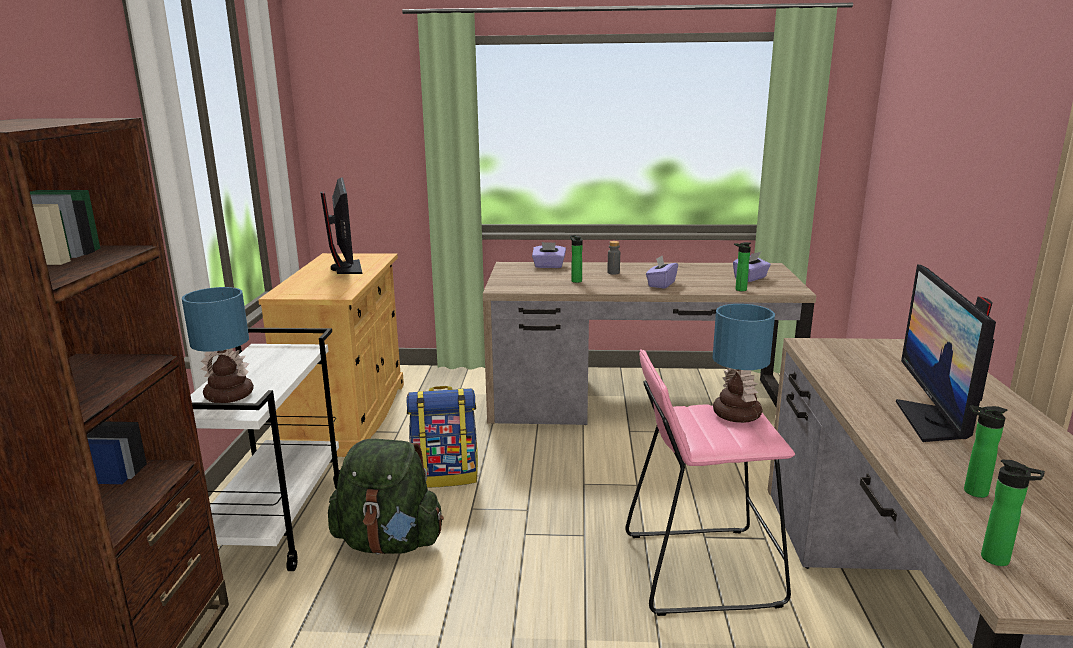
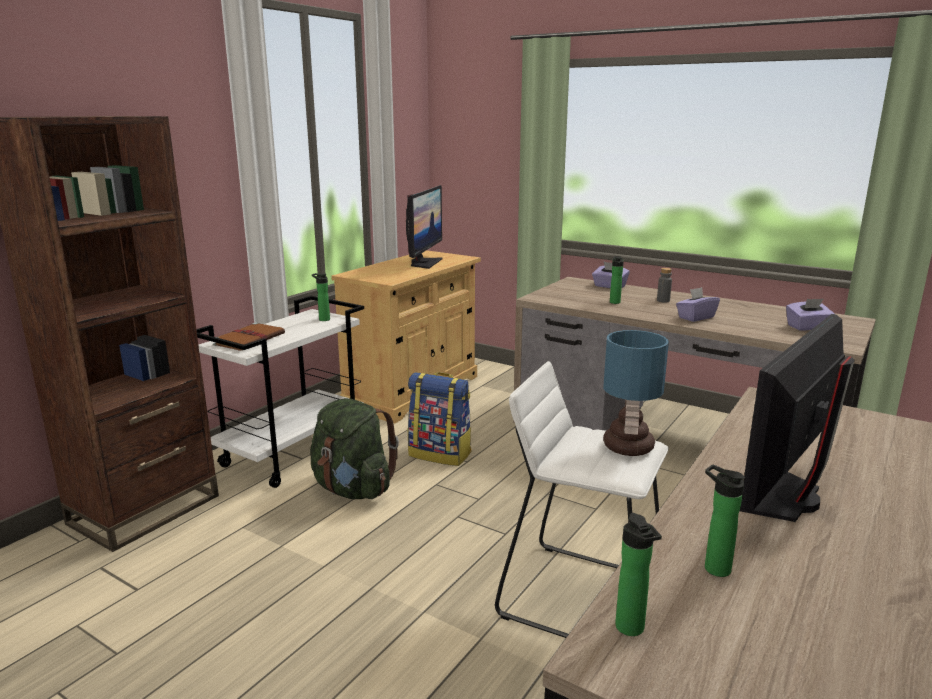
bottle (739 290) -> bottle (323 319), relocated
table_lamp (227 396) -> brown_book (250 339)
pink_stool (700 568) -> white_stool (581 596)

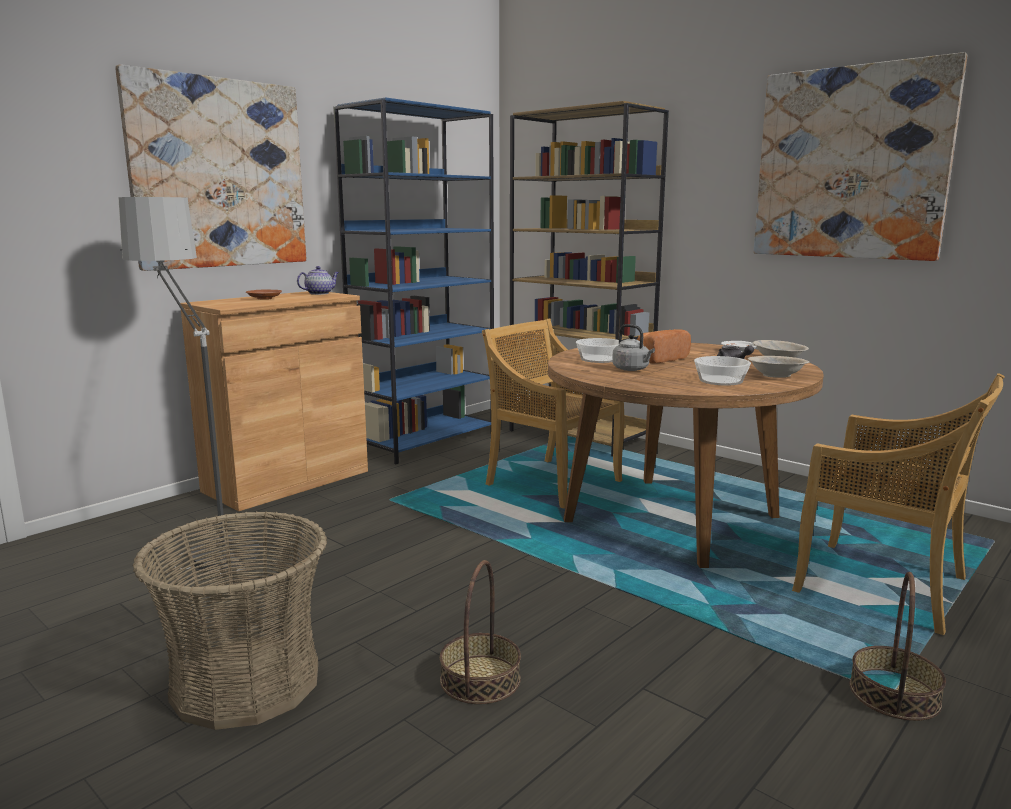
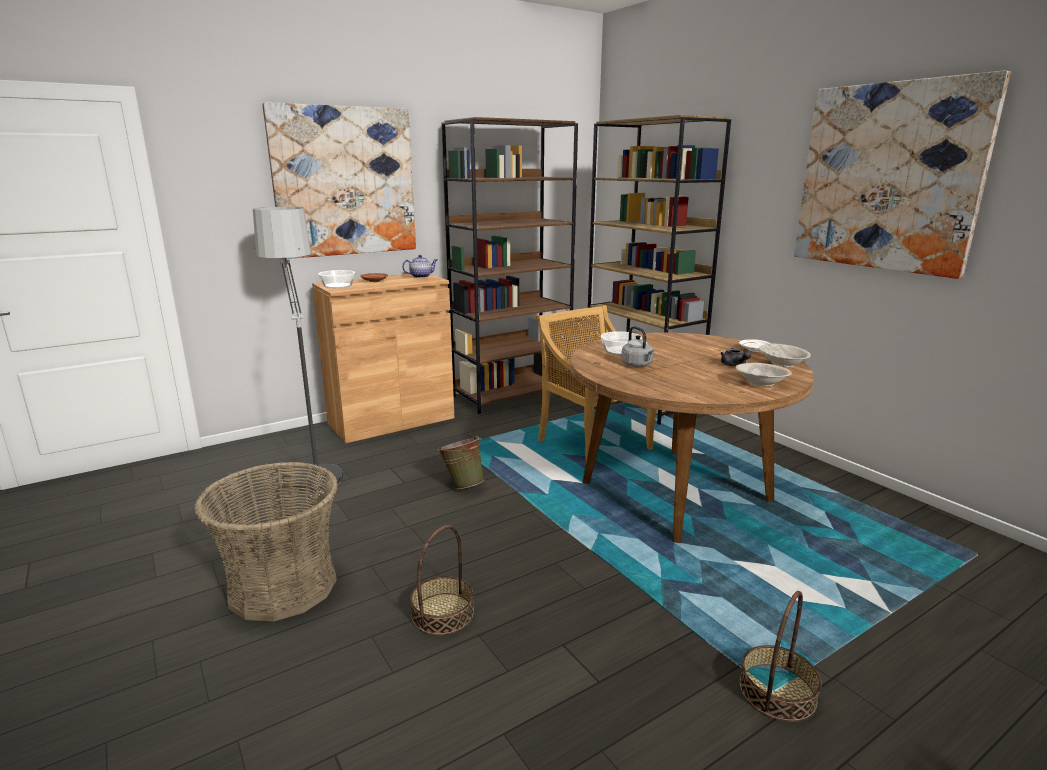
blue_bookcase (425 441) -> brown_bookcase (512 394)
bread (659 359) -> none
bowl (721 380) -> bowl (338 285), relocated
beige_chair (884 586) -> none
none -> green_bucket (463 485)

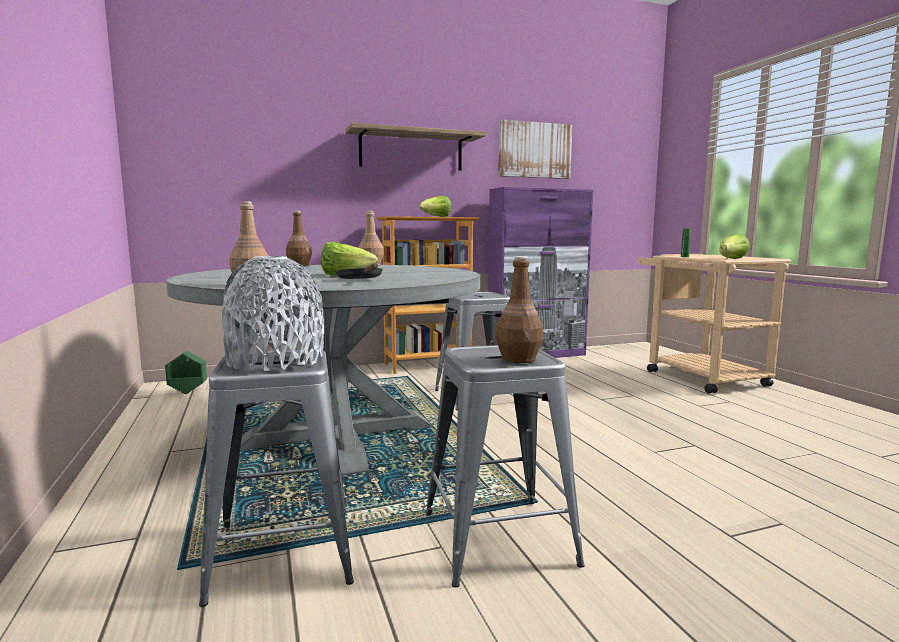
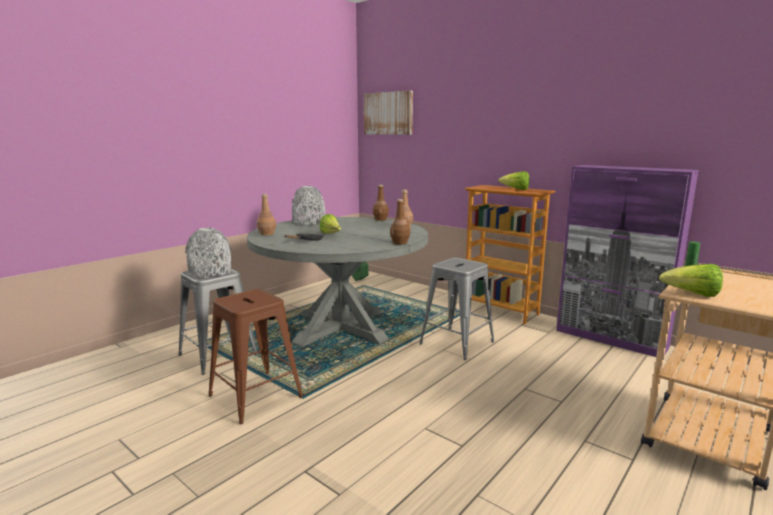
picture (534 150) -> picture (388 113), relocated
shelf (411 151) -> none
brown_bottle (519 359) -> brown_bottle (400 242), relocated
grey_stool (498 538) -> brown_stool (255 396)
none -> grey_vase (309 221)

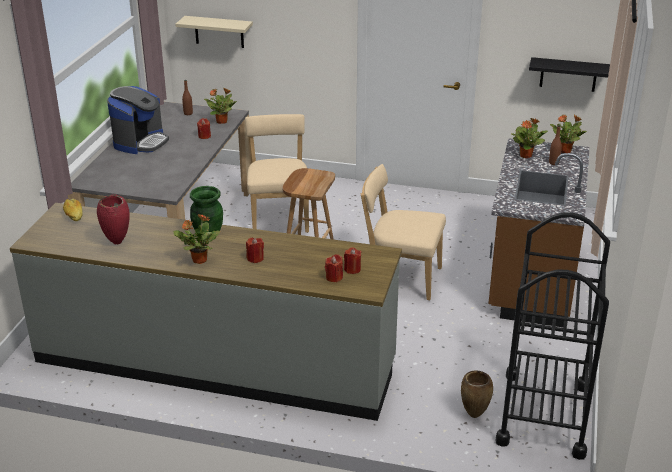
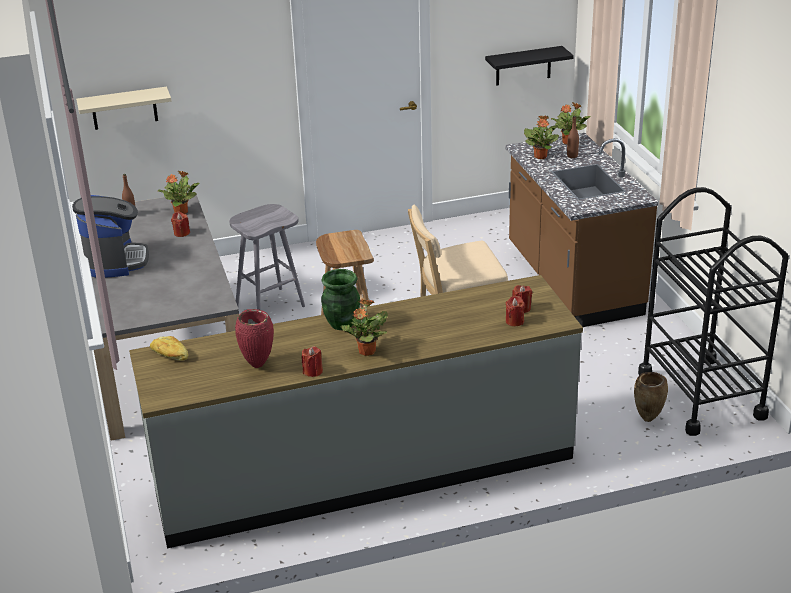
beige_chair (279 217) -> grey_stool (270 305)
red_candle (255 258) -> red_candle (313 371), relocated

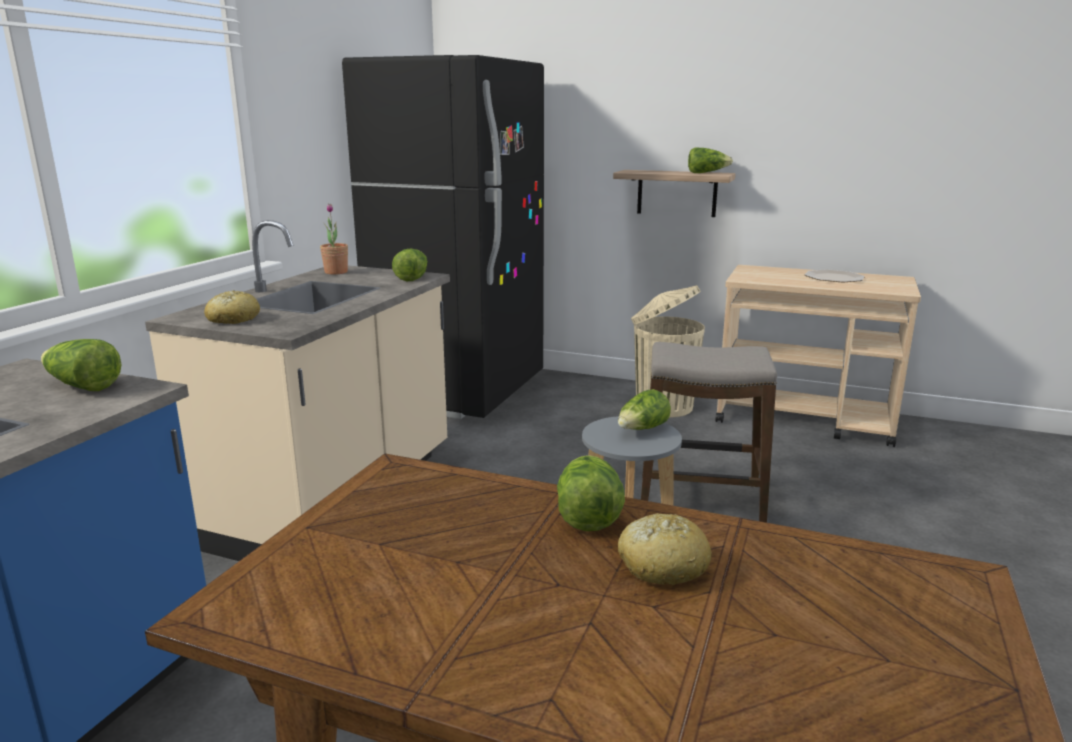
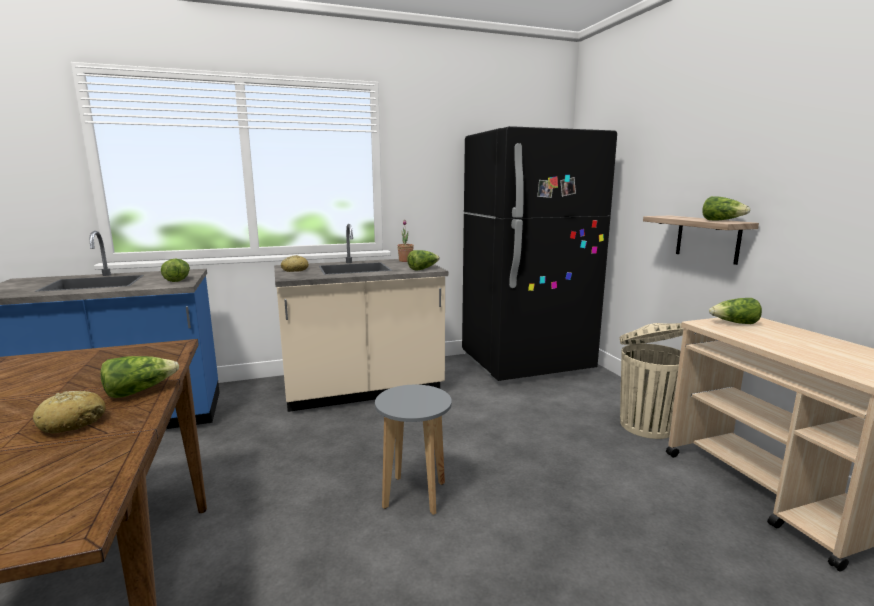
plate (833 278) -> none
stool (700 500) -> none
lettuce (642 429) -> lettuce (734 323), relocated

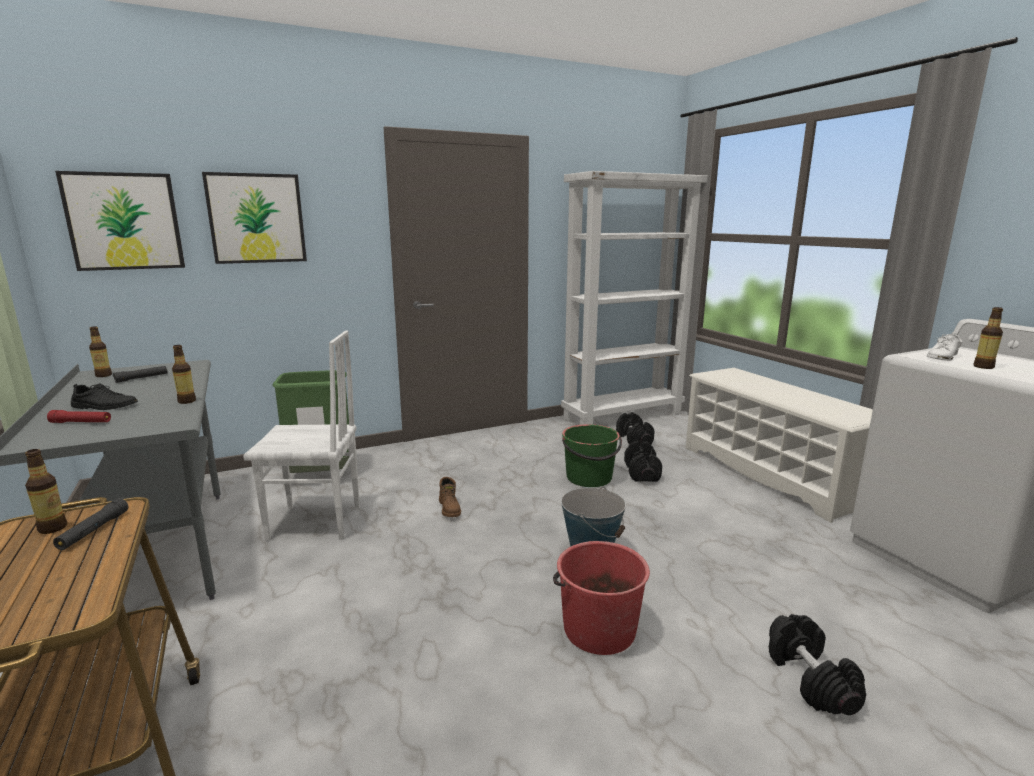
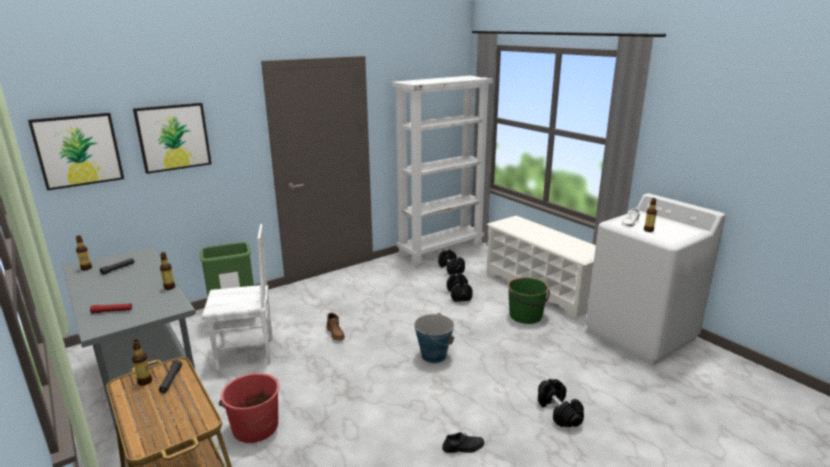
black_shoe (104 406) -> black_shoe (463 447), relocated
green_bucket (589 478) -> green_bucket (526 316), relocated
red_bucket (598 629) -> red_bucket (255 427), relocated

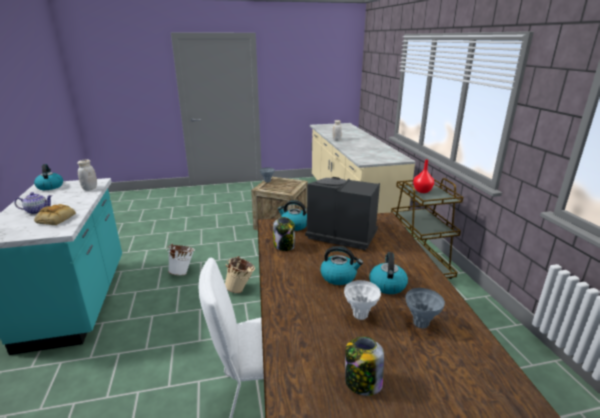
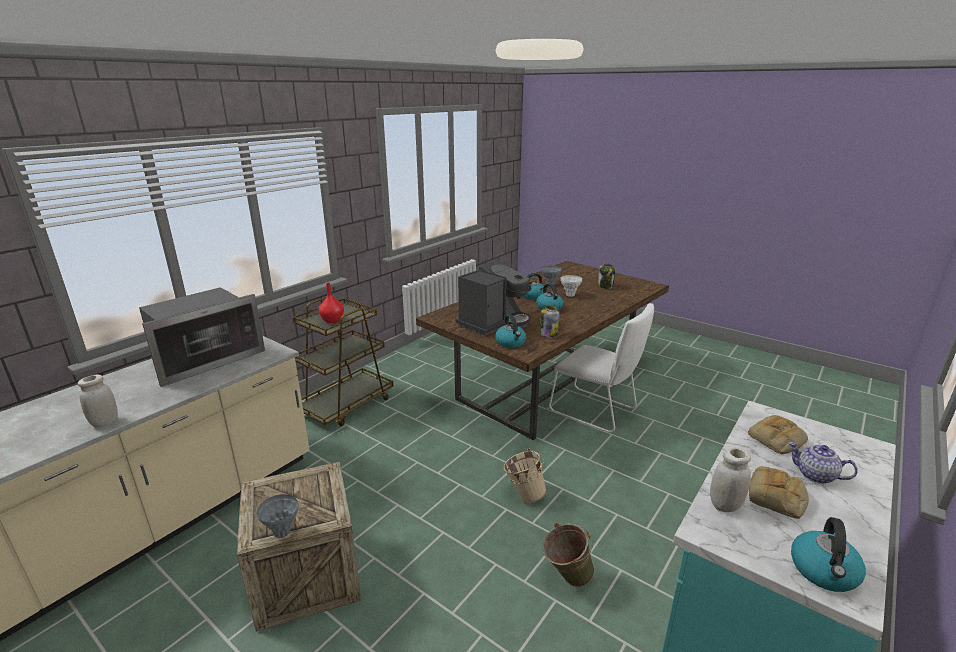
coffee_machine (340 234) -> coffee_machine (494 322), 120 degrees counterclockwise
white_bucket (183 272) -> green_bucket (566 578)
none -> microwave (205 359)
none -> bread (777 497)

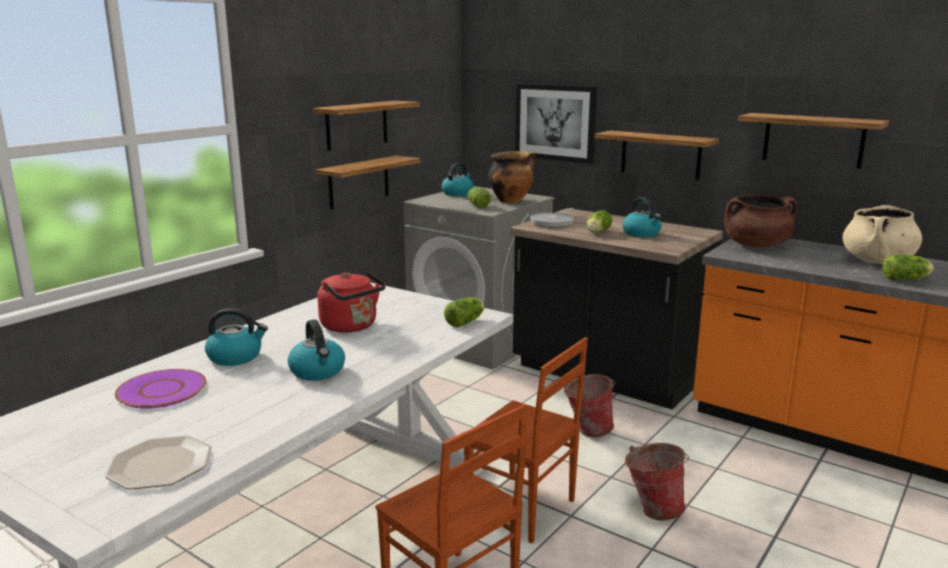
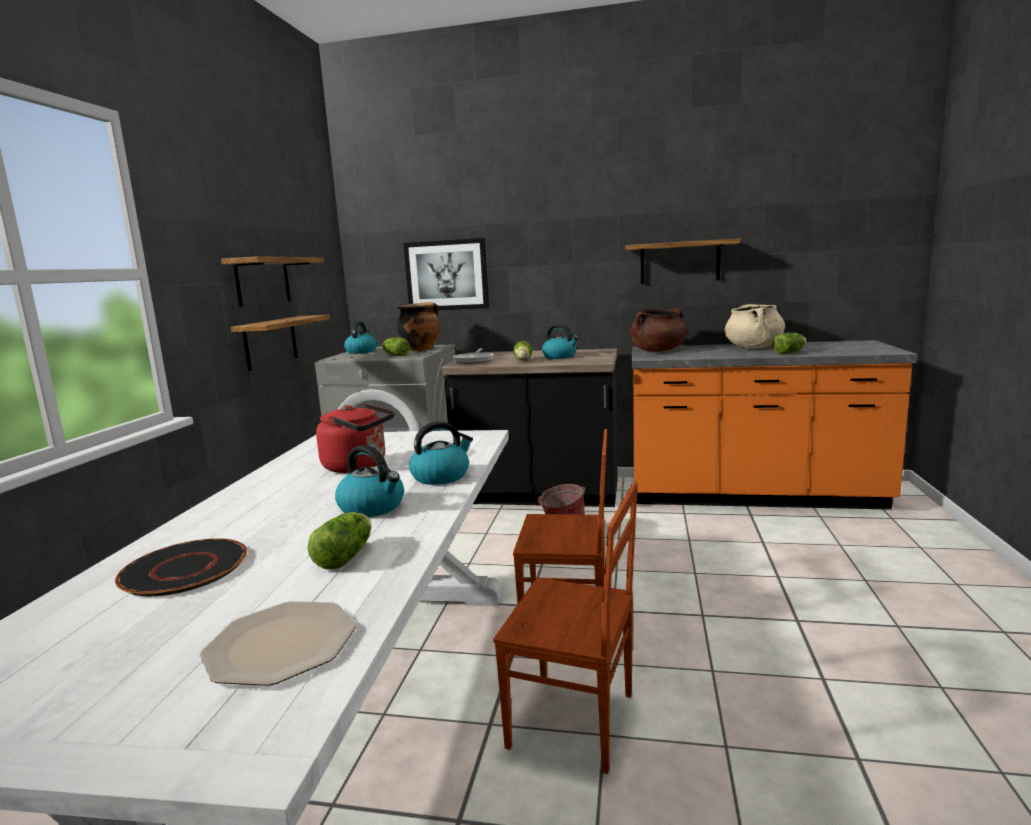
shelf (660 155) -> none
lettuce (466 322) -> lettuce (347 556), relocated
kettle (236 357) -> kettle (441 476), relocated
purple_plate (161 390) -> black_plate (184 569)
bucket (652 509) -> none

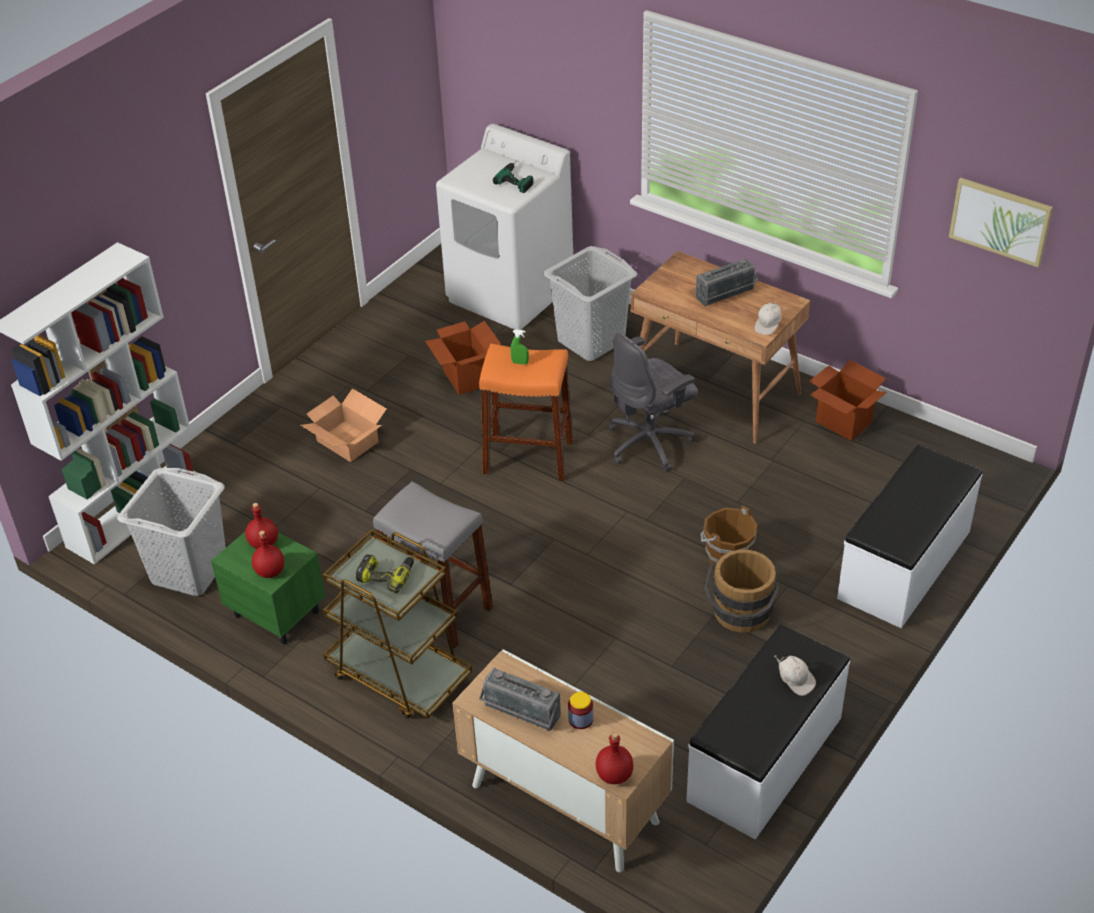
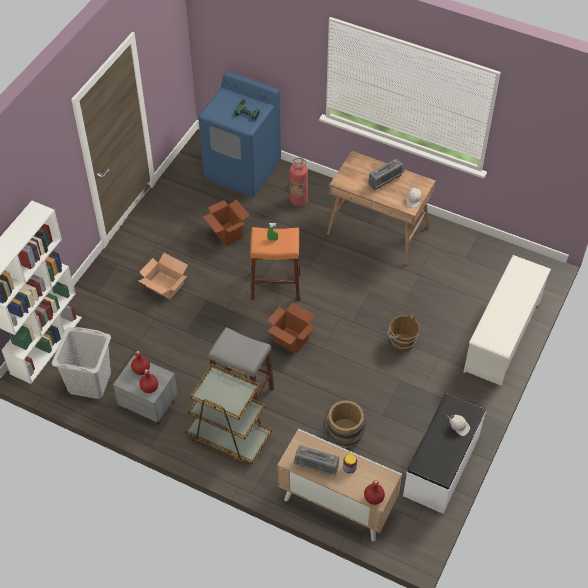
white_washing_machine (510 293) -> blue_washing_machine (243 170)
picture (1000 221) -> none
grey_laundry_basket (591 341) -> fire_extinguisher (299 201)
grey_office_chair (650 443) -> none
cardboard_box (843 422) -> cardboard_box (291 340), relocated
white_bench (905 565) -> white_shoe_rack (502 337)
green_nightstand (276 612) -> grey_nightstand (148 404)
brown_bucket (740 615) -> brown_bucket (344 436), relocated
power_drill (386 575) -> none

